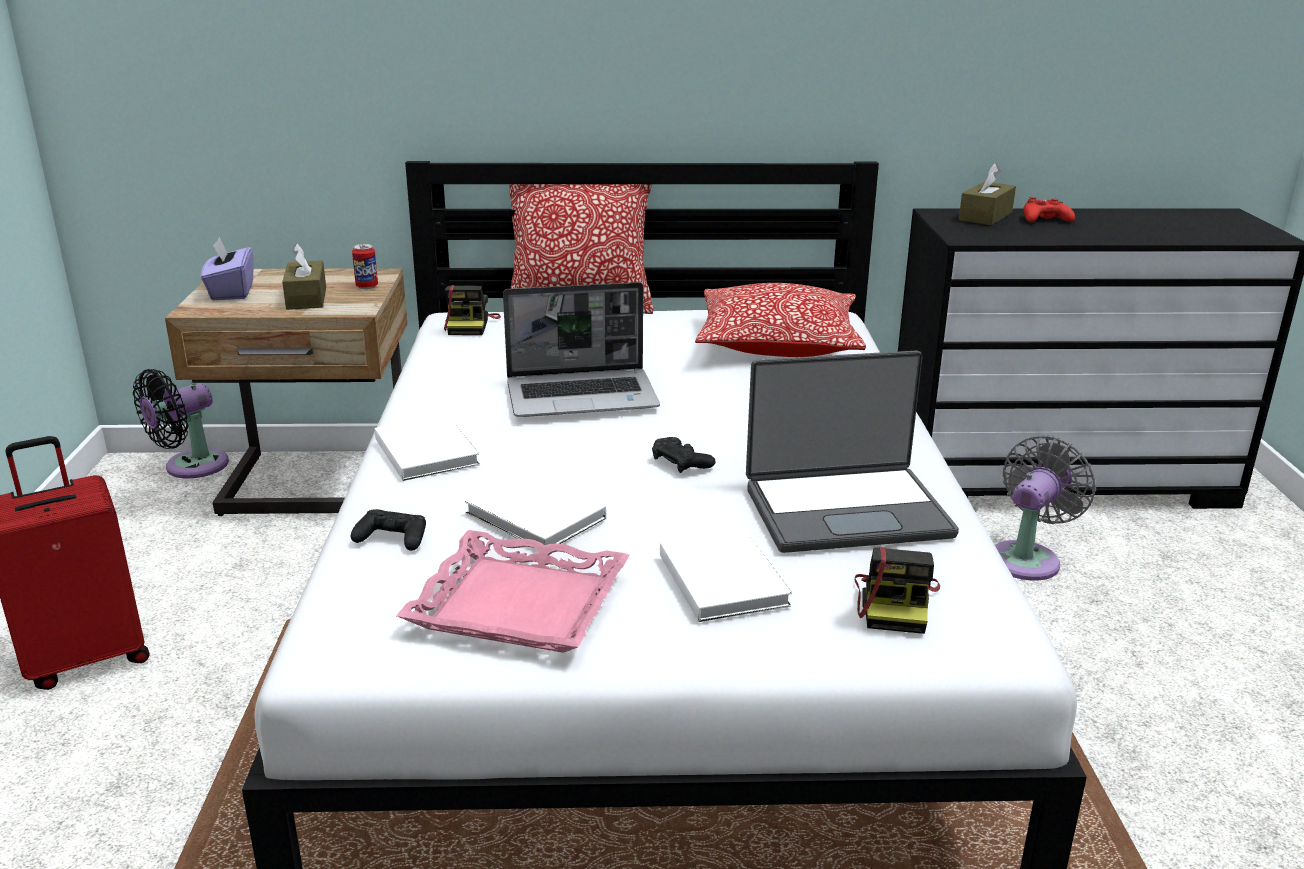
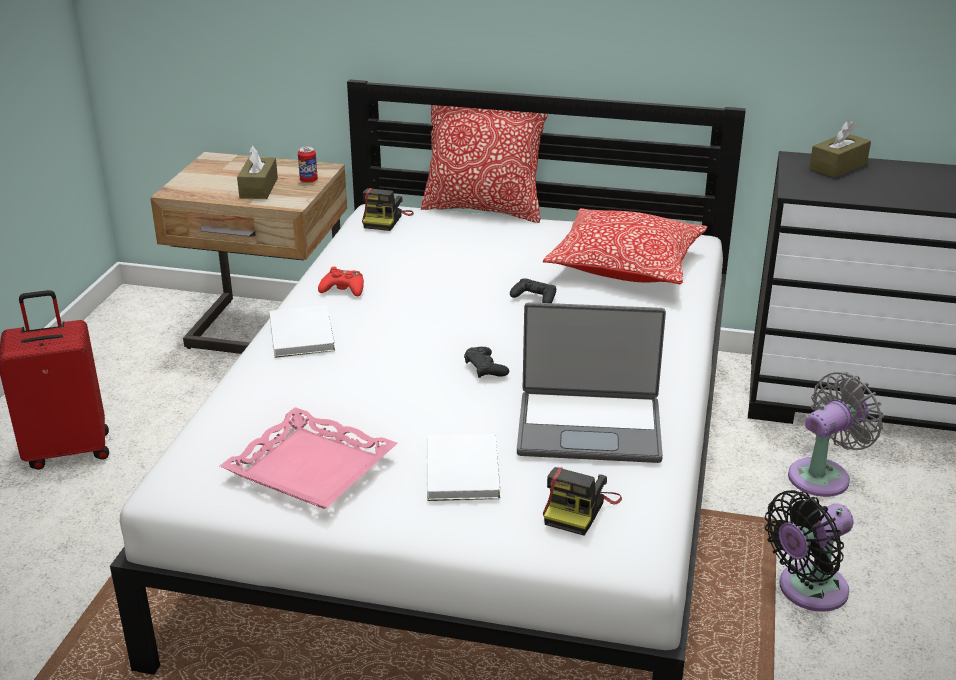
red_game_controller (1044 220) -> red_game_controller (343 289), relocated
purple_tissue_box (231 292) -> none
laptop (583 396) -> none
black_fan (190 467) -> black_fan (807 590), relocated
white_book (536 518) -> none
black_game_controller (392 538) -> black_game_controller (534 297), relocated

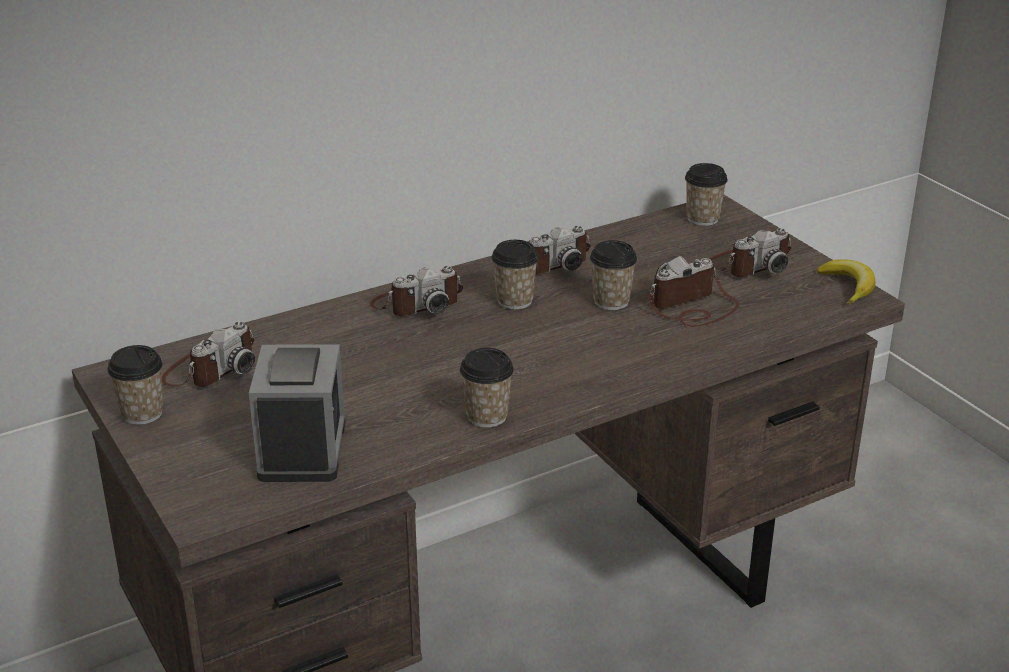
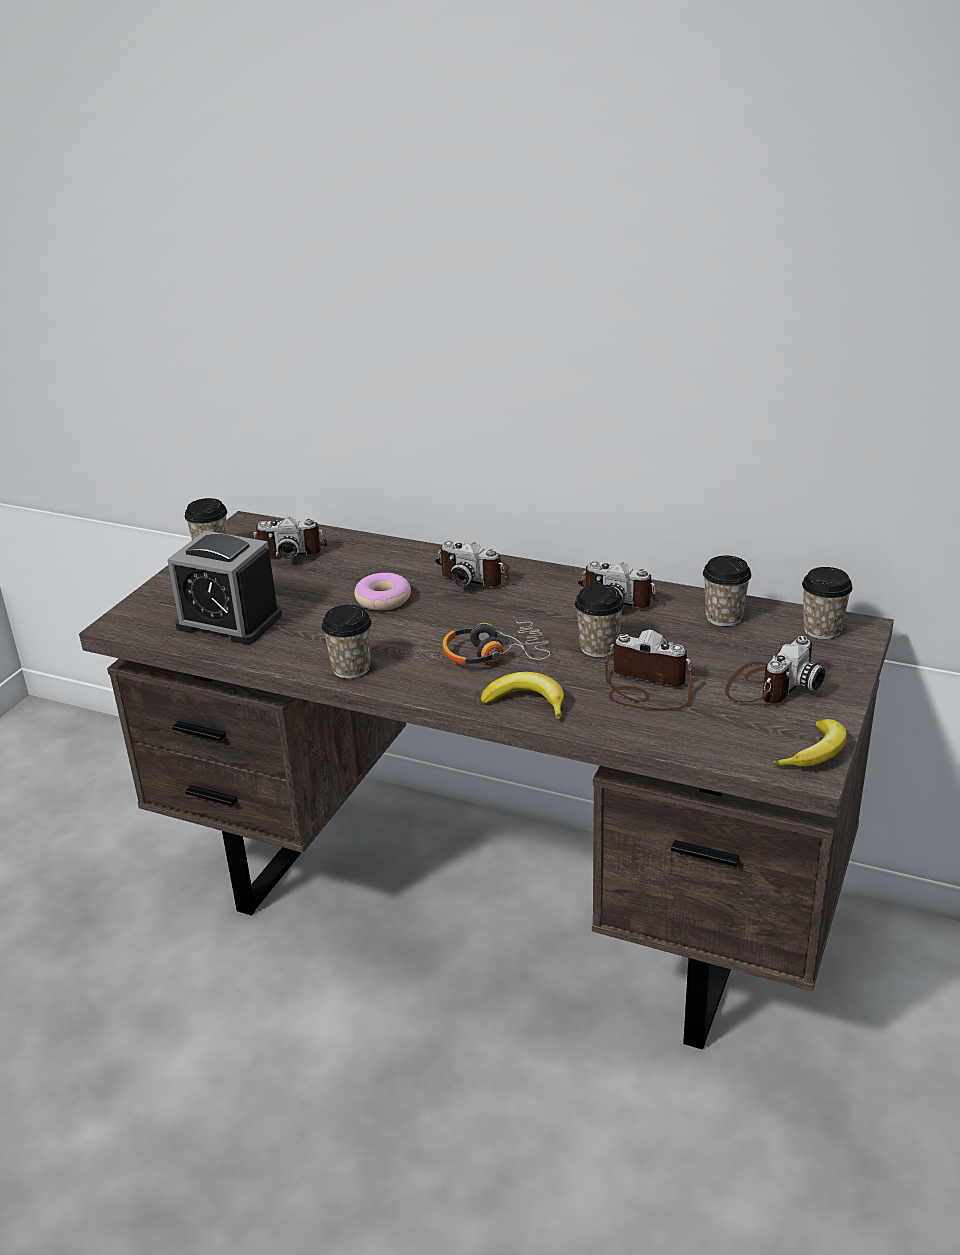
photo_camera (747 265) -> photo_camera (769 685), 75 degrees counterclockwise
cup (514 300) -> cup (724 617), relocated
alarm_clock (302 449) -> alarm_clock (229 621), 60 degrees clockwise
none -> donut (383 599)
none -> headphones (494 654)
none -> banana (526 702)

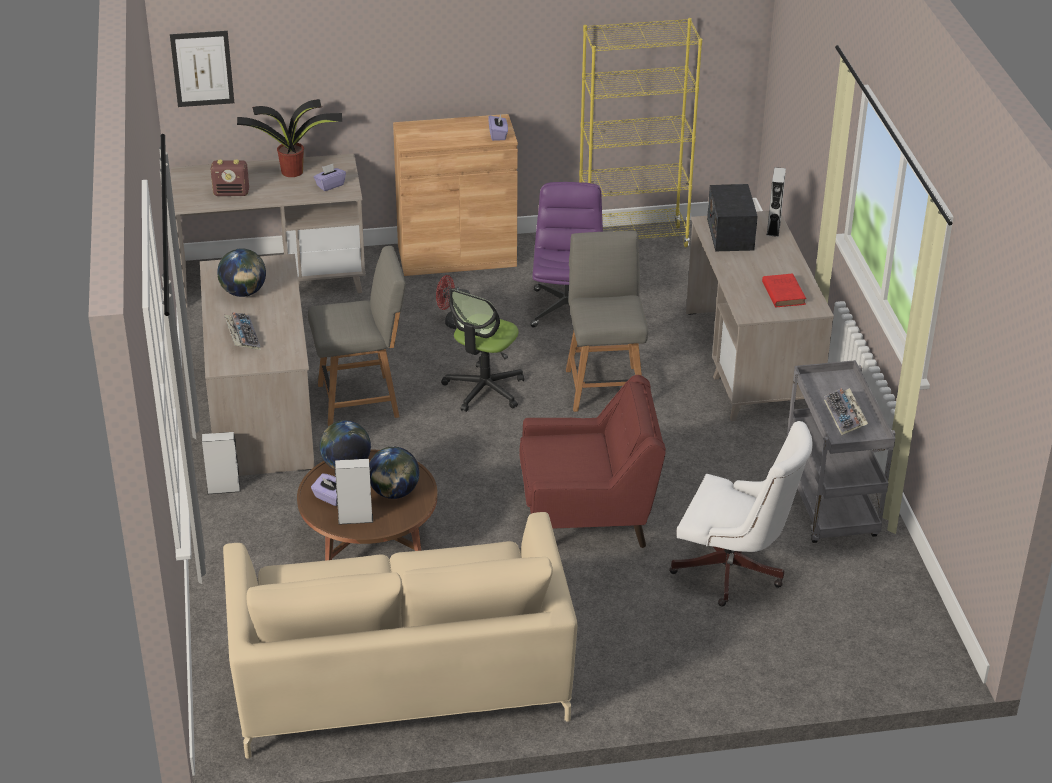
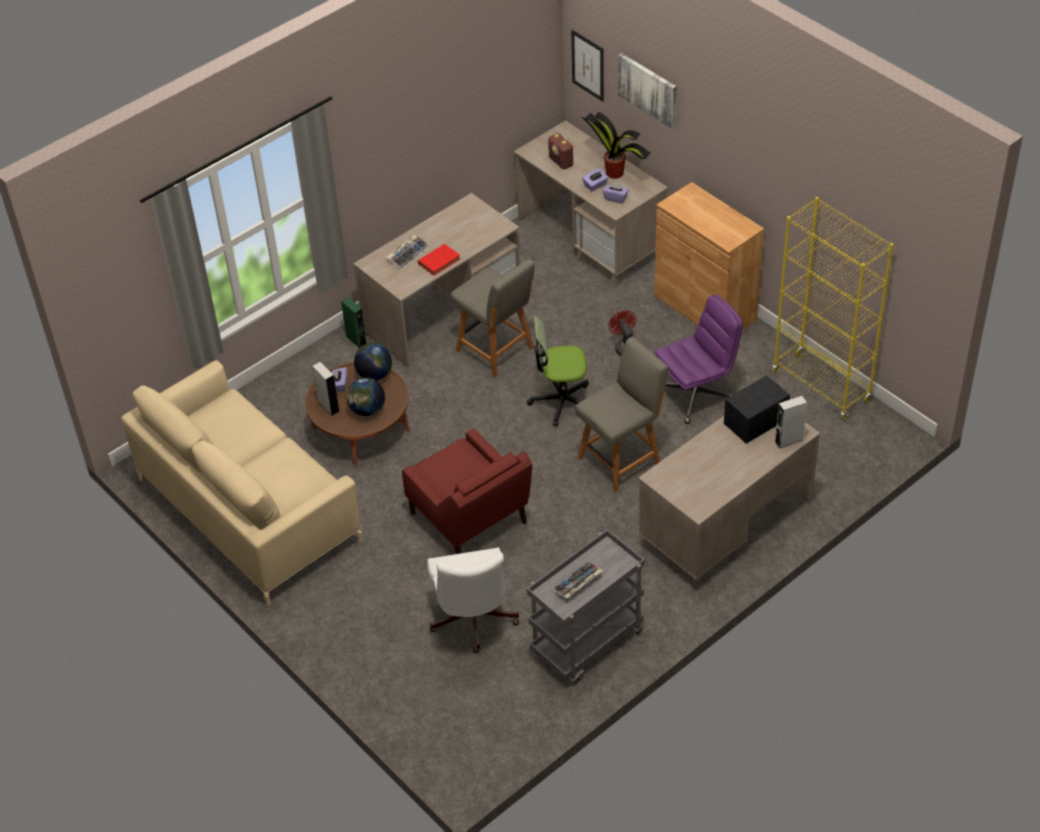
purple_tissue_box (498 135) -> purple_tissue_box (595 185), relocated
globe (243 293) -> none
red_book (783 292) -> red_book (440 261), relocated
grey_speaker (223 489) -> green_speaker (356 340)
none -> picture (648 89)

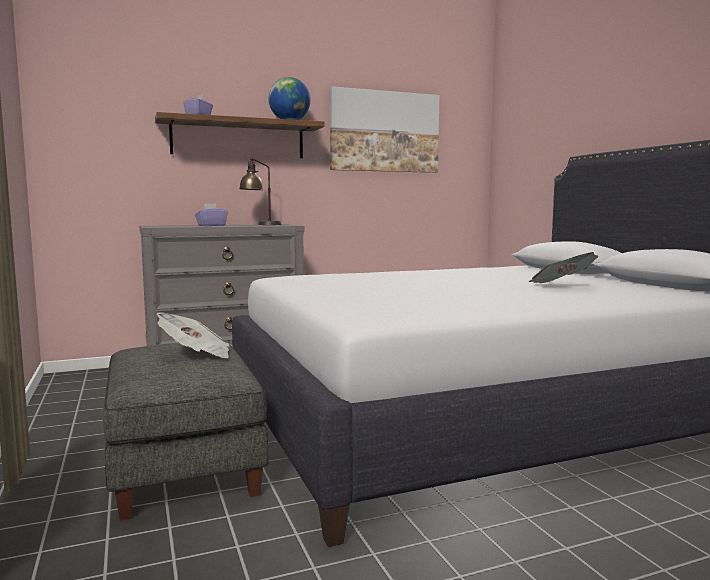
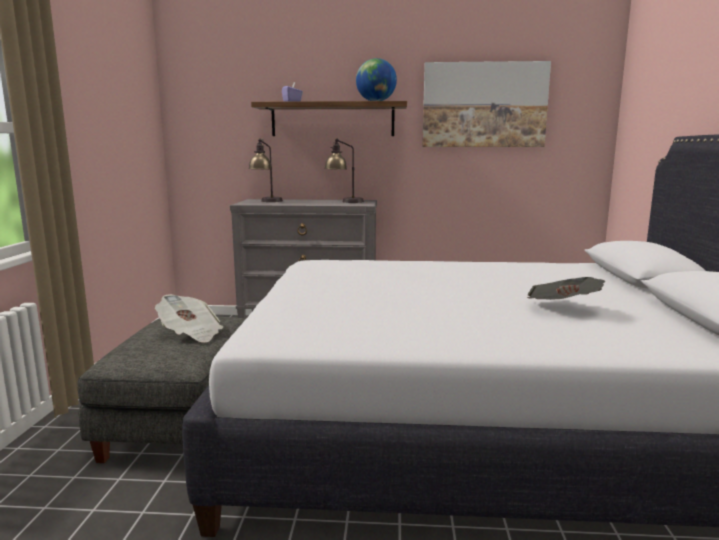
purple_tissue_box (211 226) -> none
none -> table_lamp (266 201)

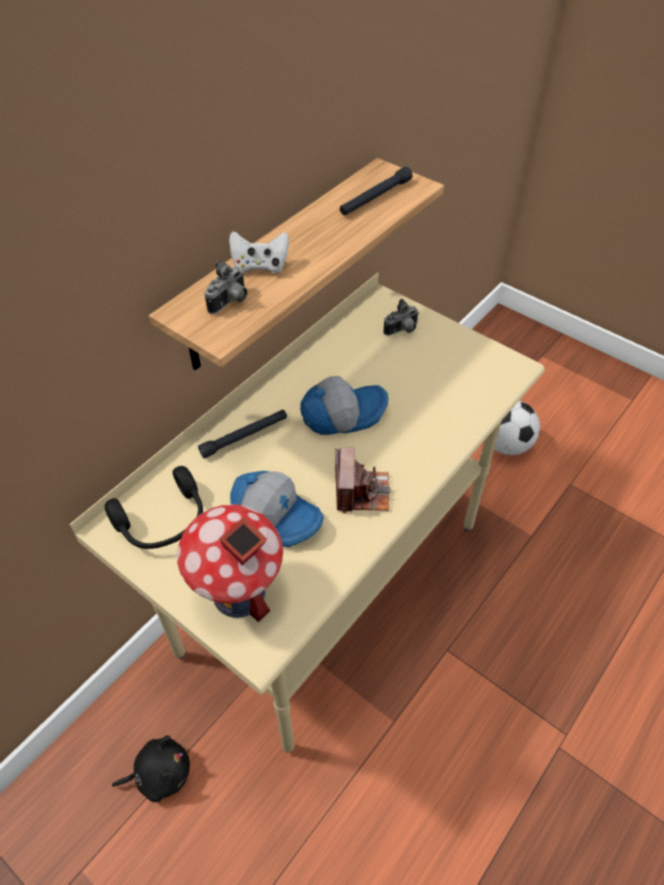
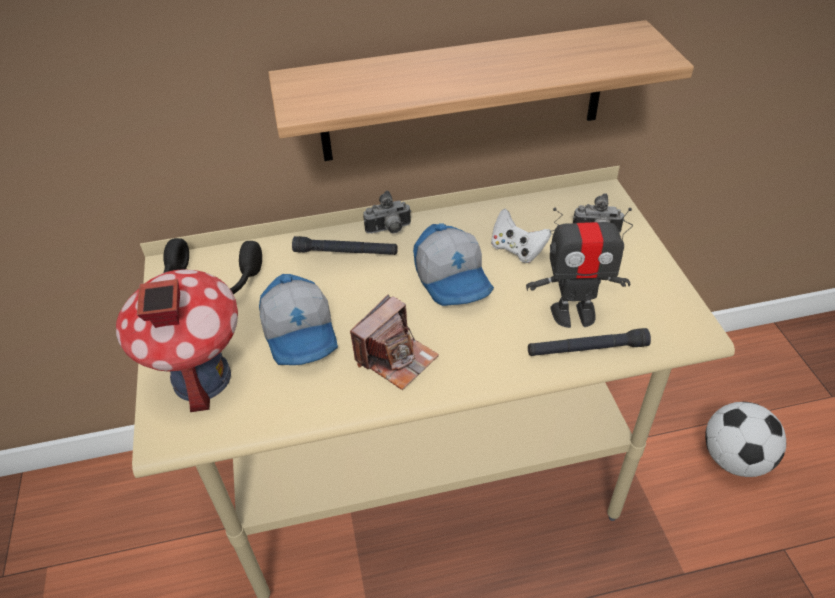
black_flashlight (375 198) -> black_flashlight (587 349), relocated
white_game_controller (260 266) -> white_game_controller (517 250), relocated
photo_camera (230 302) -> photo_camera (389 230), relocated
cap (342 413) -> cap (454 278), 45 degrees clockwise
black_plush_toy (160 774) -> none
none -> toy_robot (573 313)

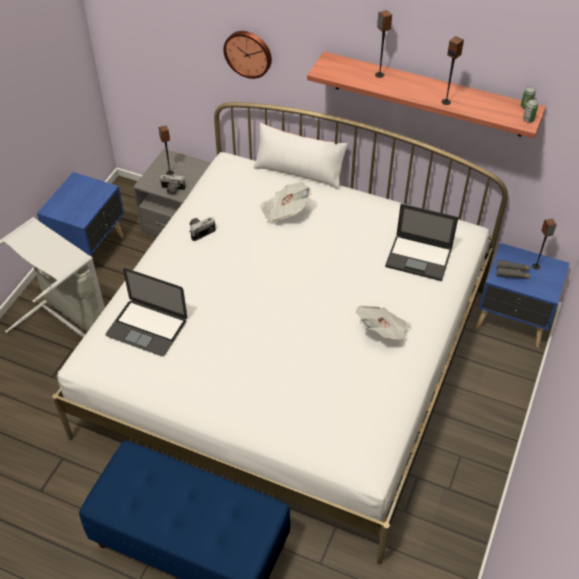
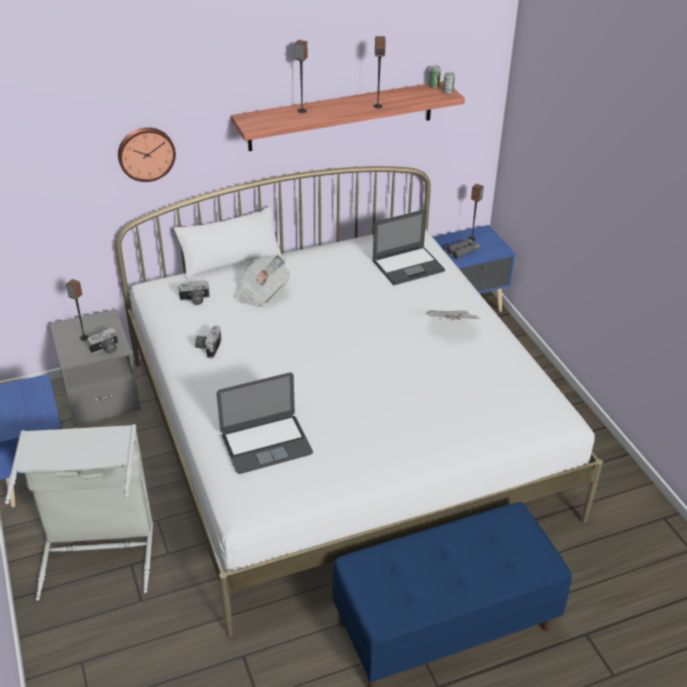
none -> photo_camera (195 300)

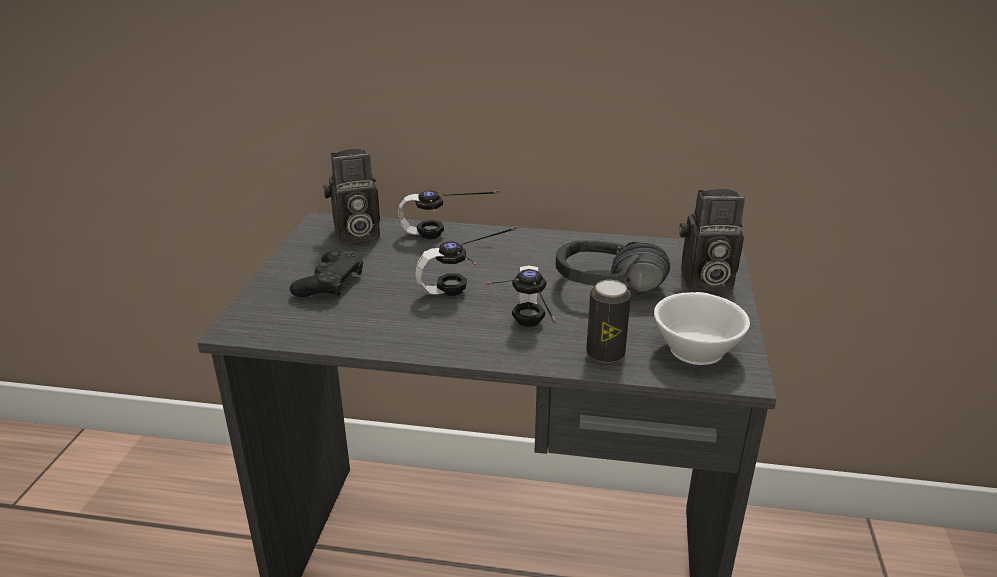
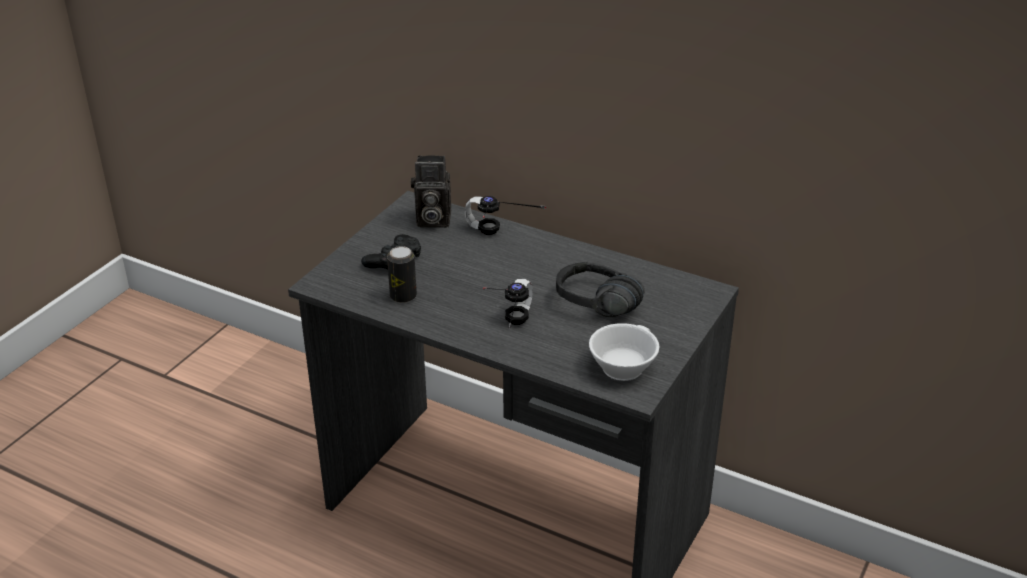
photo_camera (704 281) -> none
headphones (474 292) -> none
can (605 353) -> can (403 296), relocated

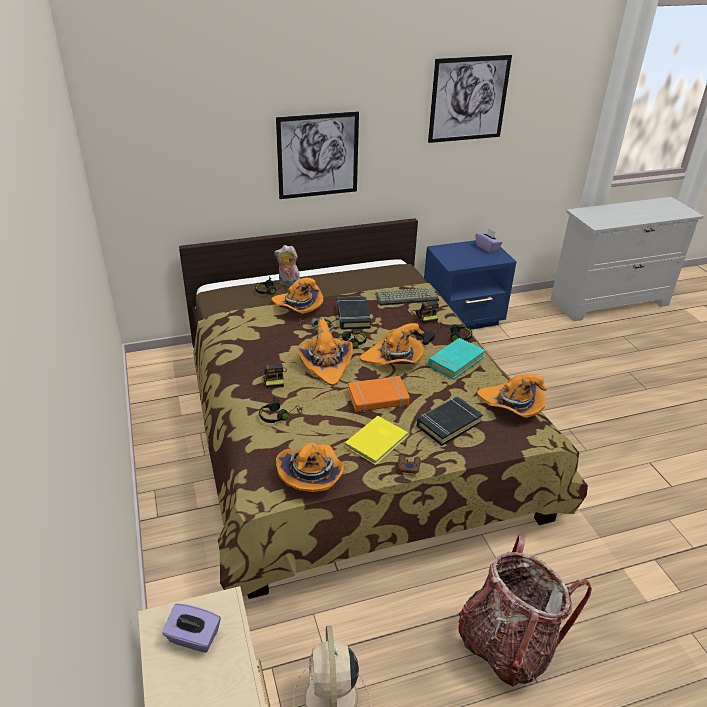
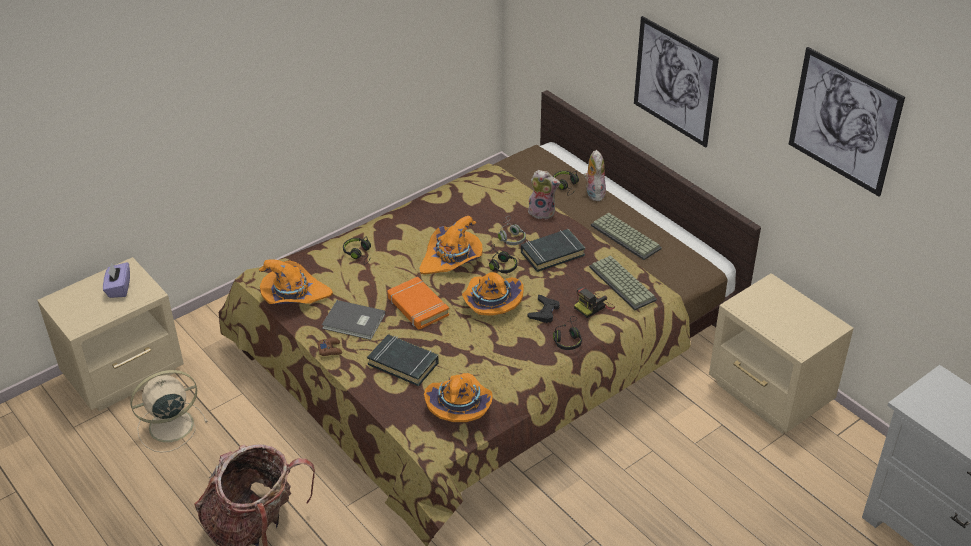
purple_tissue_box (487 248) -> none
blue_nightstand (463 318) -> beige_nightstand (770 395)
orange_hat (298 307) -> plush_toy (542 212)
turquoise_book (455 361) -> none
photo_camera (274 378) -> none
yellow_book (378 441) -> grey_book (354 322)
none -> keyboard (627 237)

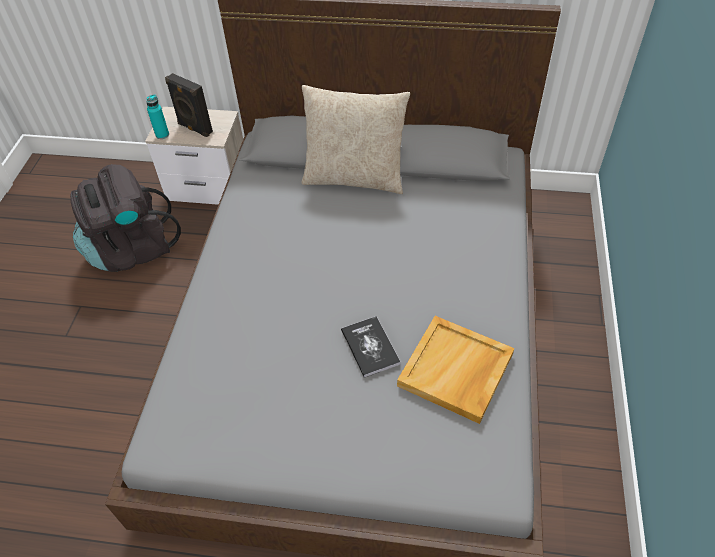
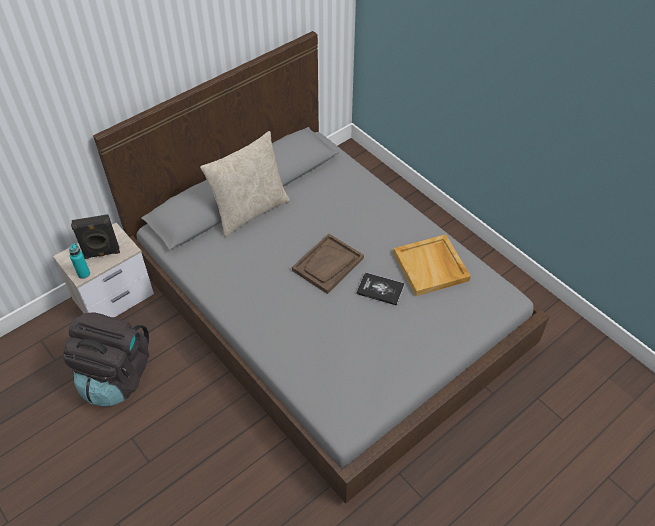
none -> brown_tray (328 264)

